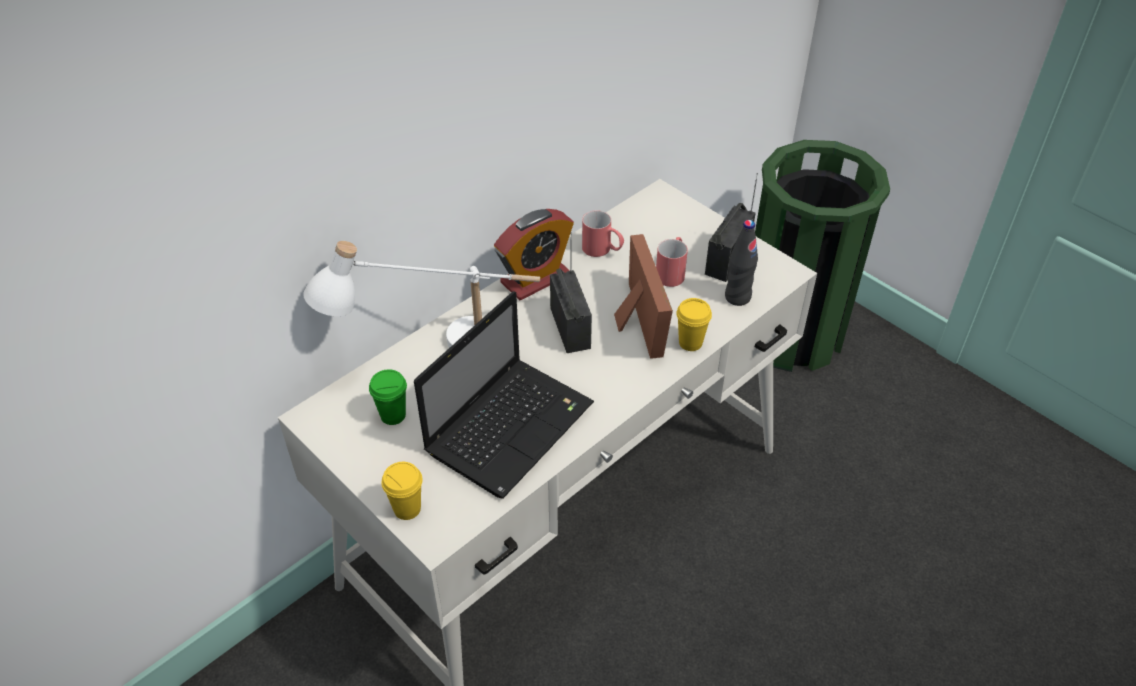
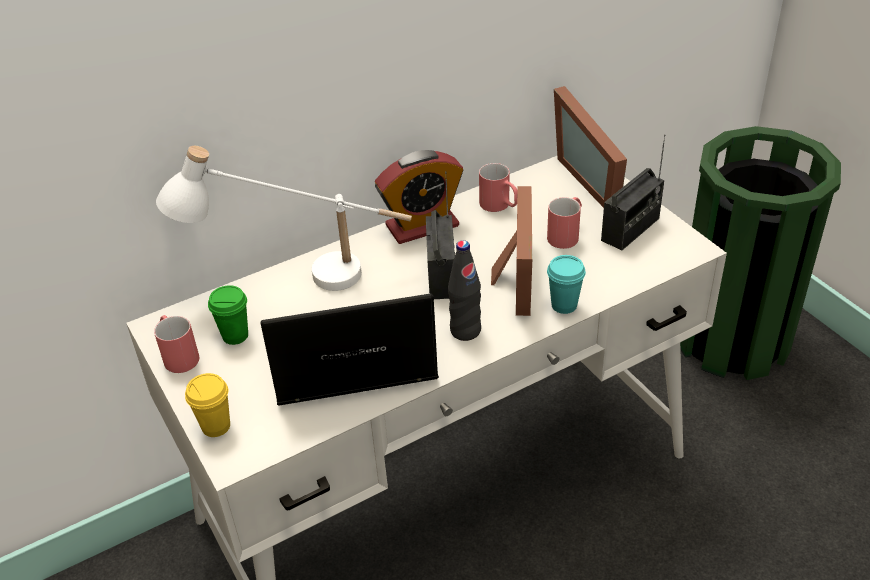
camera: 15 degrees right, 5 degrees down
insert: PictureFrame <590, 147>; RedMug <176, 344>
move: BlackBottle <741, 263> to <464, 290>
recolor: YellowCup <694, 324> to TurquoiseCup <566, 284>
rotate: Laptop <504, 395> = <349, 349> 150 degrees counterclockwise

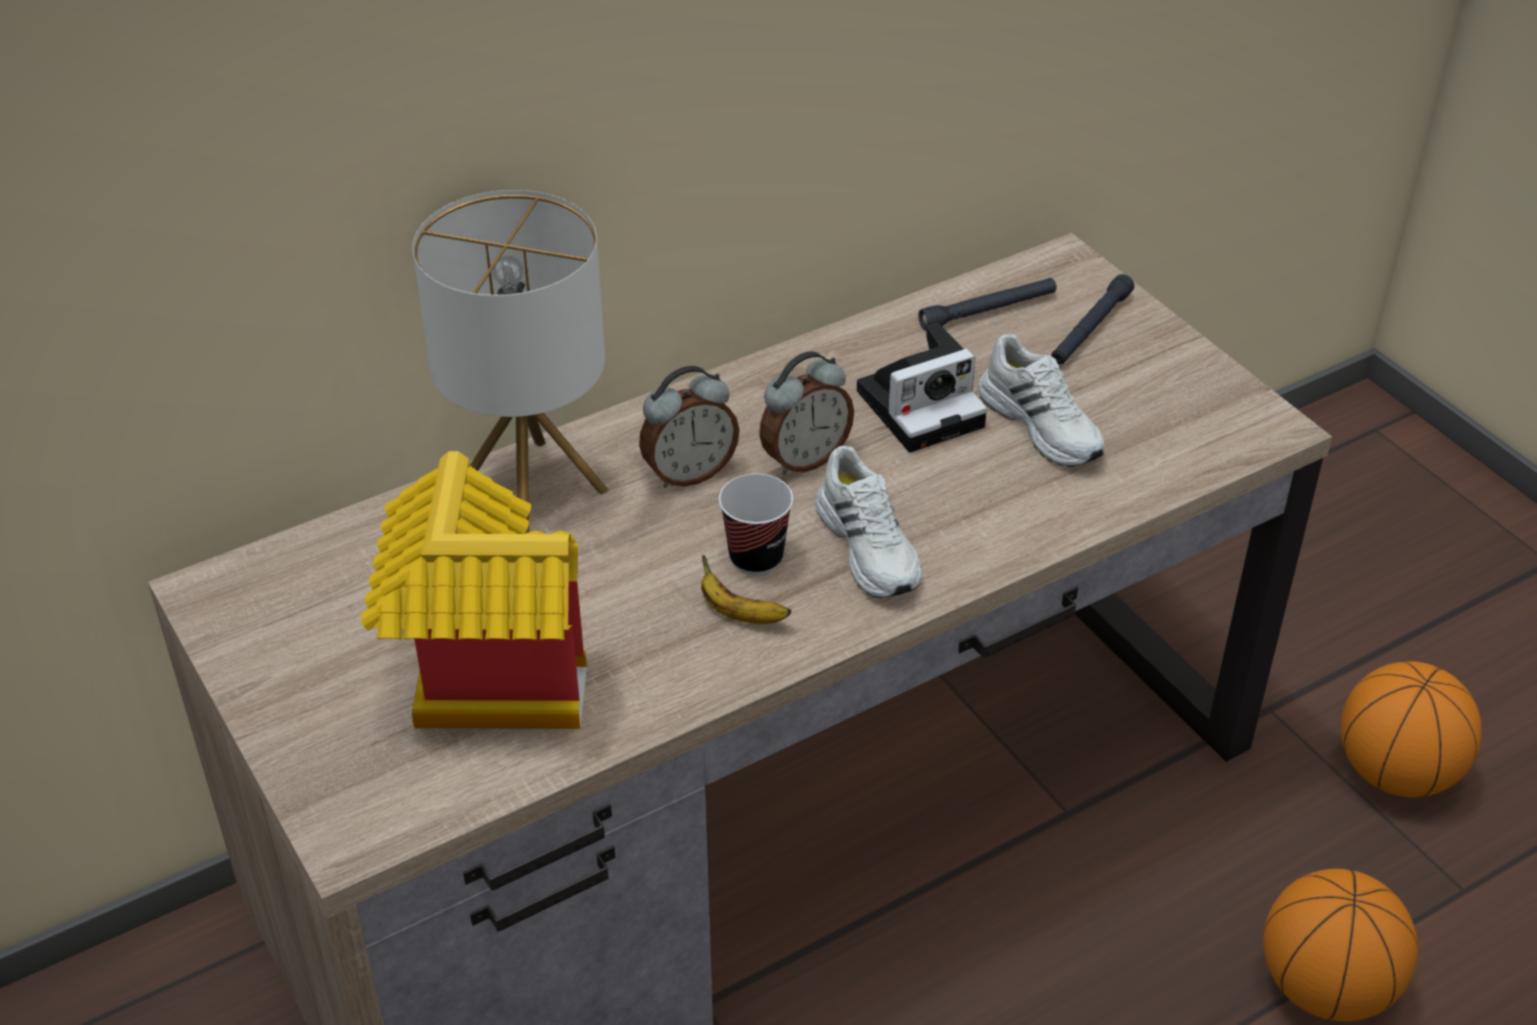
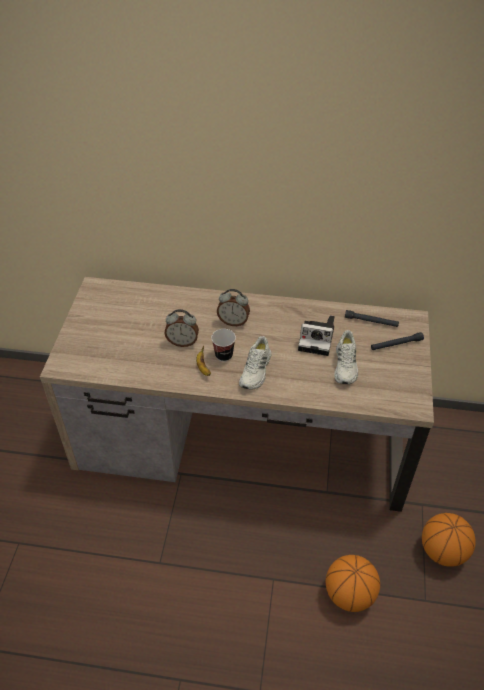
camera: 40 degrees right, 5 degrees up
delete: TableLamp <510, 362>; ToyHouse <474, 590>
move: AlarmClock <806, 413> to <181, 328>

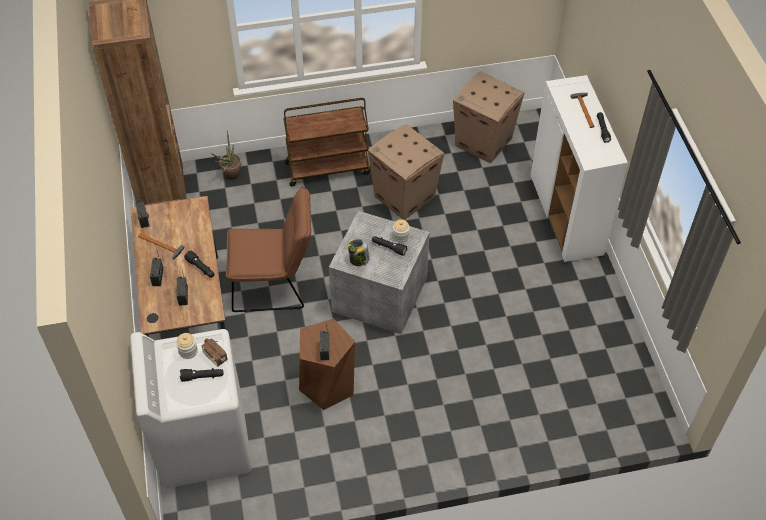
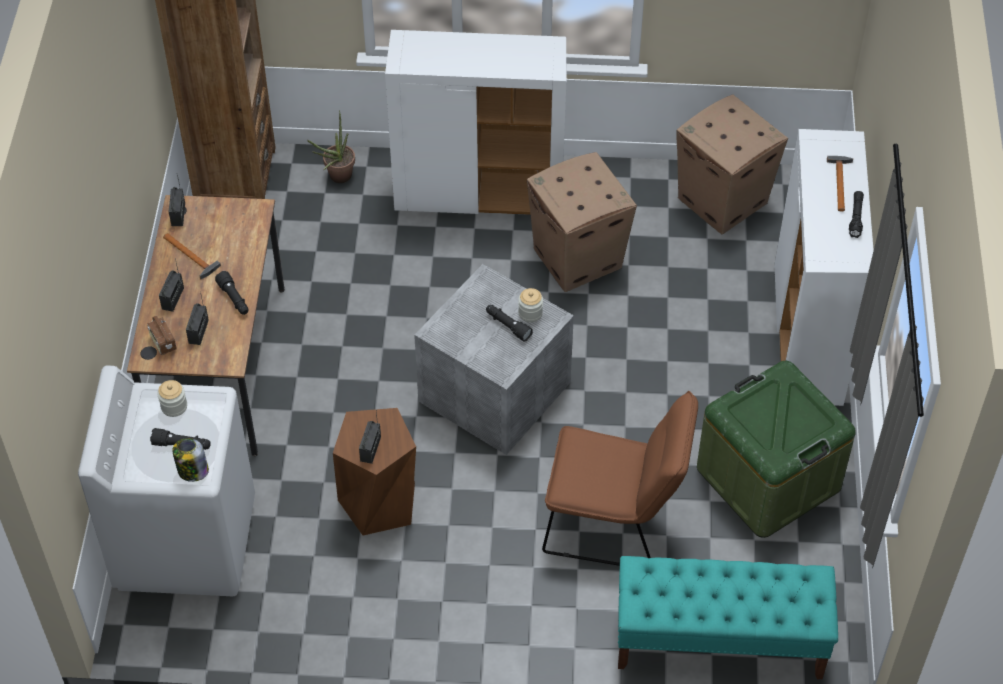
camera: 15 degrees right, 0 degrees up
insert: GreenStorageBox <776, 449>; TurquoiseBench <728, 617>
move: BrownChair <268, 249> to <620, 478>; Jar <358, 252> to <190, 460>; Radio <215, 352> to <162, 335>
replace: BrownCart <326, 142> to WhiteCabinet <476, 122>

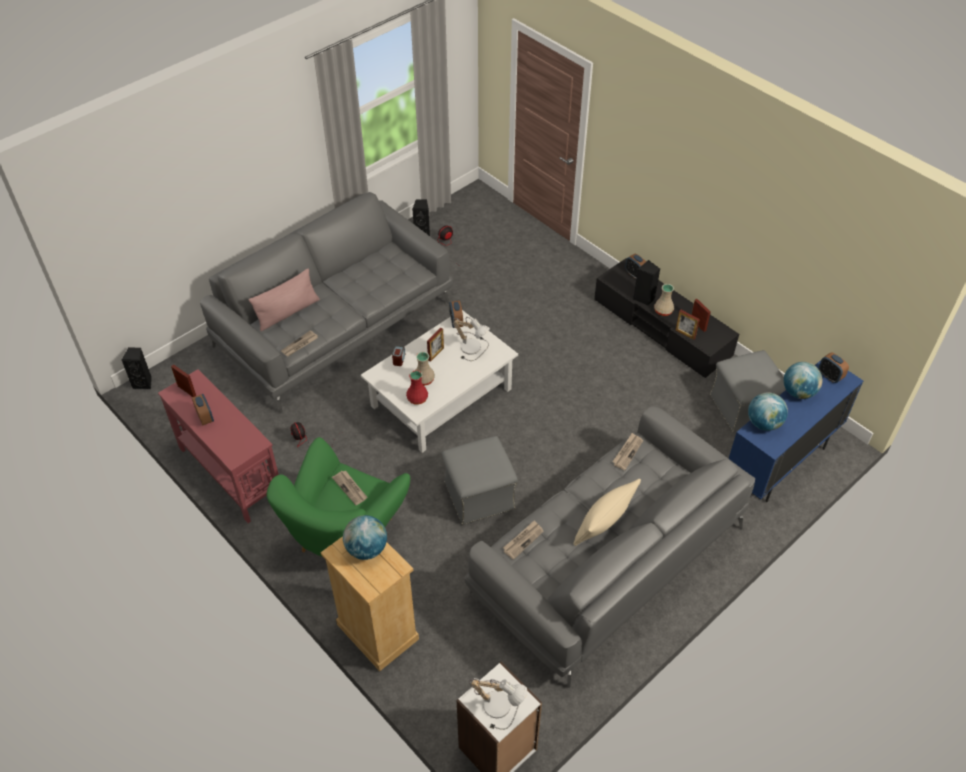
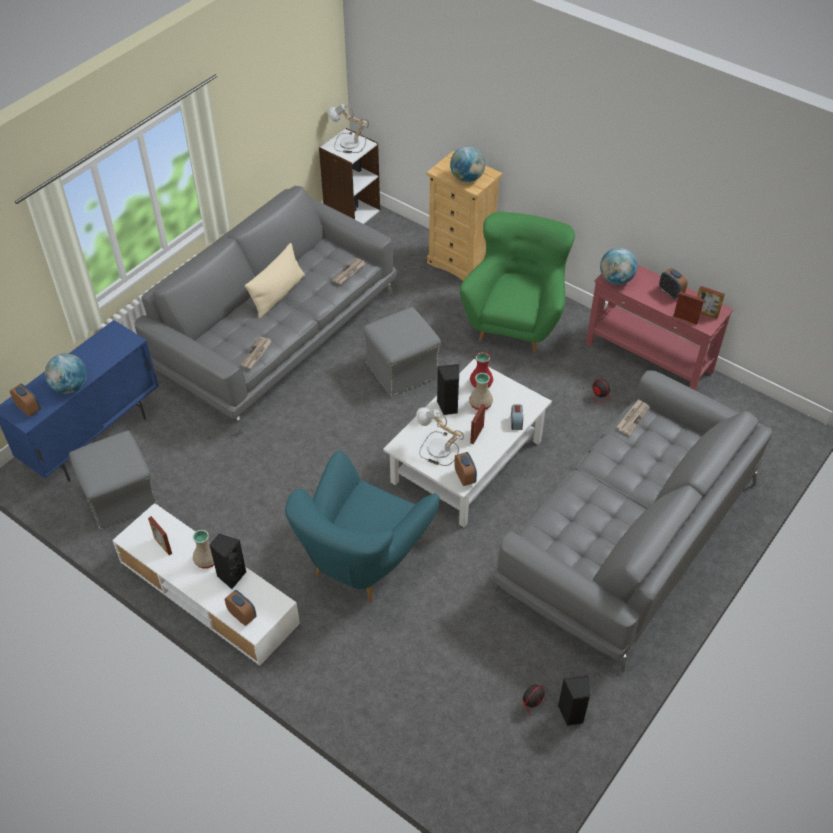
camera: 170 degrees right, 0 degrees up
delete: PinkPillow <284, 300>; Newspaper <350, 488>
insert: TurquoiseArmchair <362, 526>
move: PictureFrame <688, 325> to <688, 308>; BlackSpeaker <137, 368> to <448, 389>; Globe <768, 411> to <618, 266>
recolor: BlackTvStand <666, 318> to WhiteTvStand <206, 584>

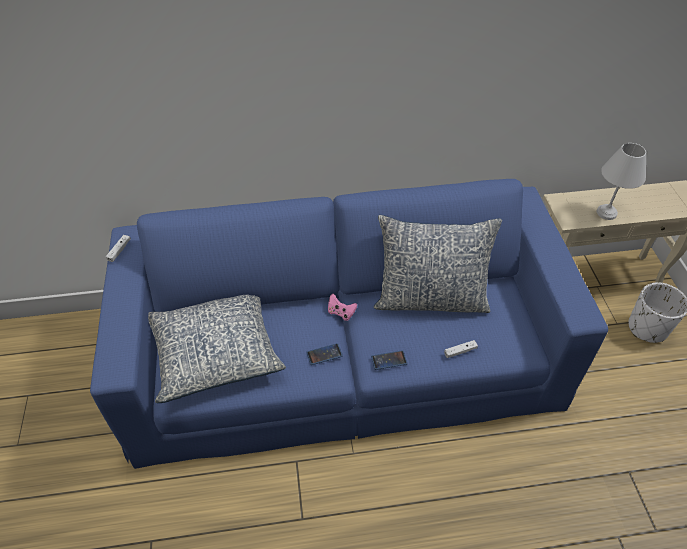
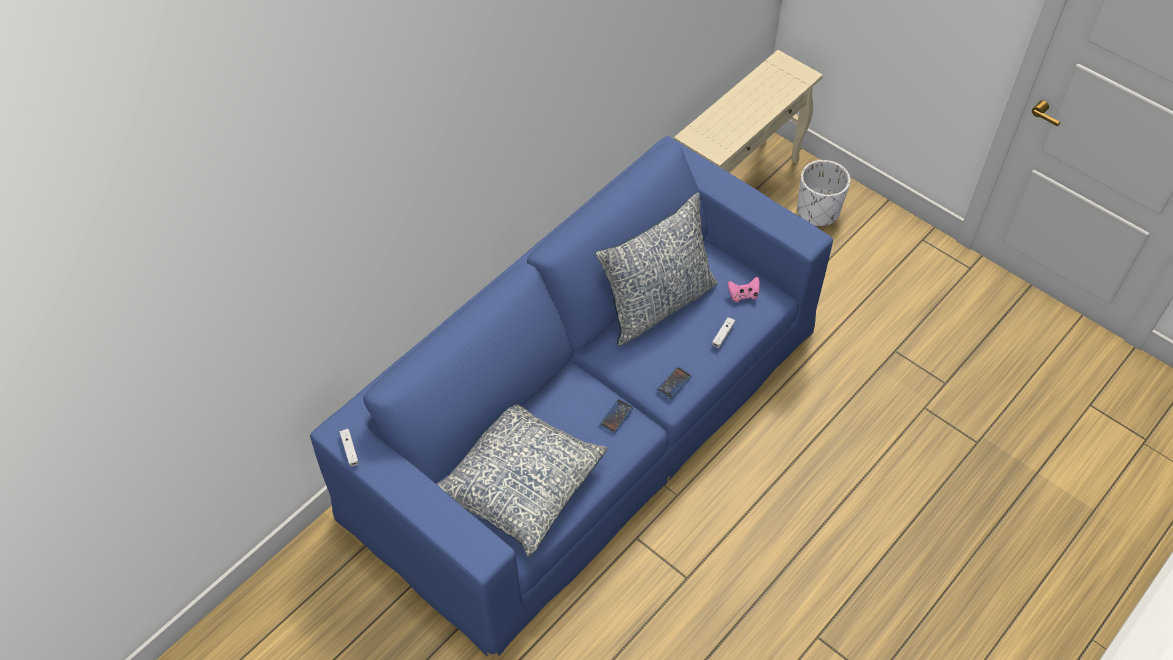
camera: 40 degrees left, 5 degrees up
delete: WhiteTableLamp <621, 181>
move: PinkGameController <342, 307> to <744, 289>

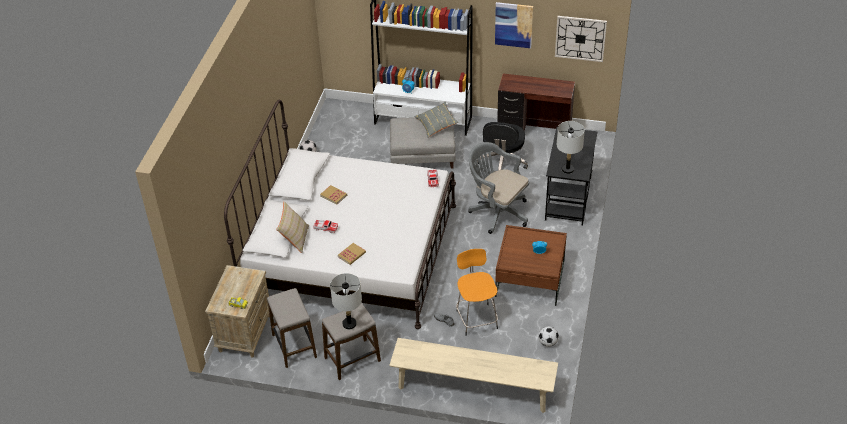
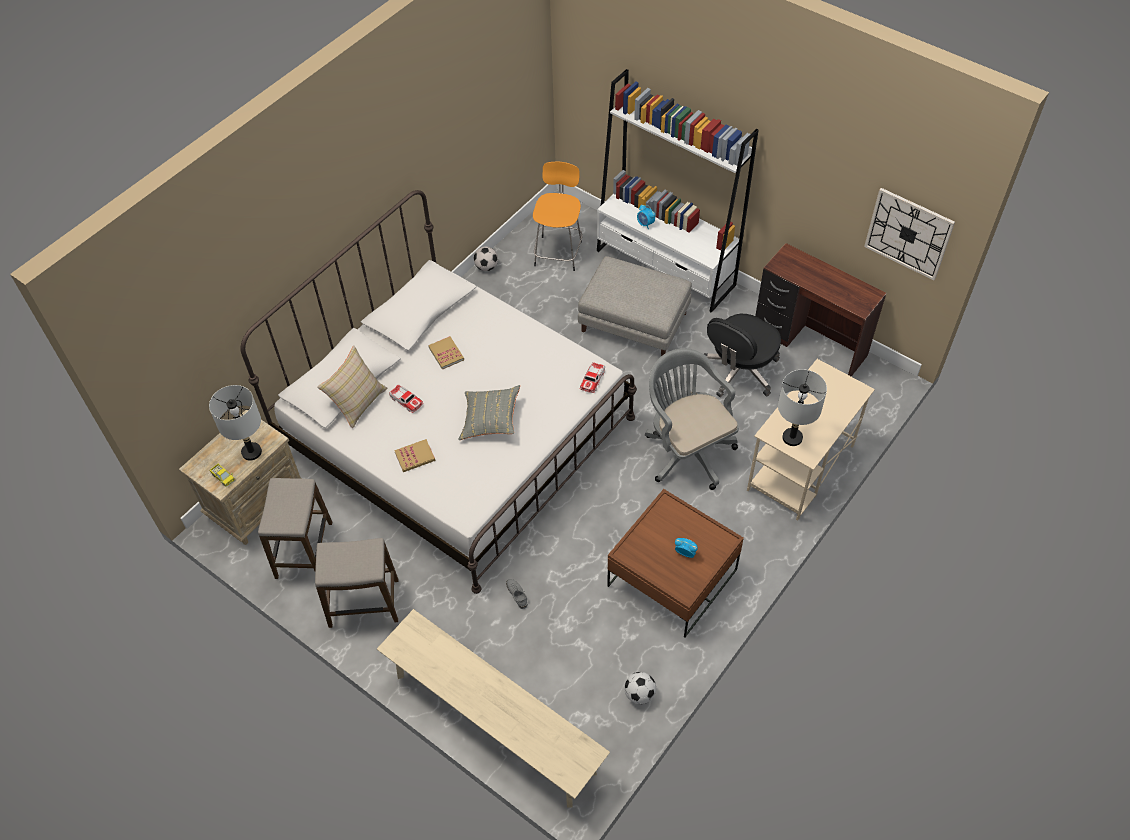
camera: 25 degrees right, 10 degrees up
delete: Picture <514, 25>
move: GreyPillow <436, 119> to <489, 412>; OrangeStool <477, 292> to <558, 216>; GreyTableLamp <346, 301> to <235, 423>
recolor: BlackDesk <571, 176> to BeigeDesk <811, 440>

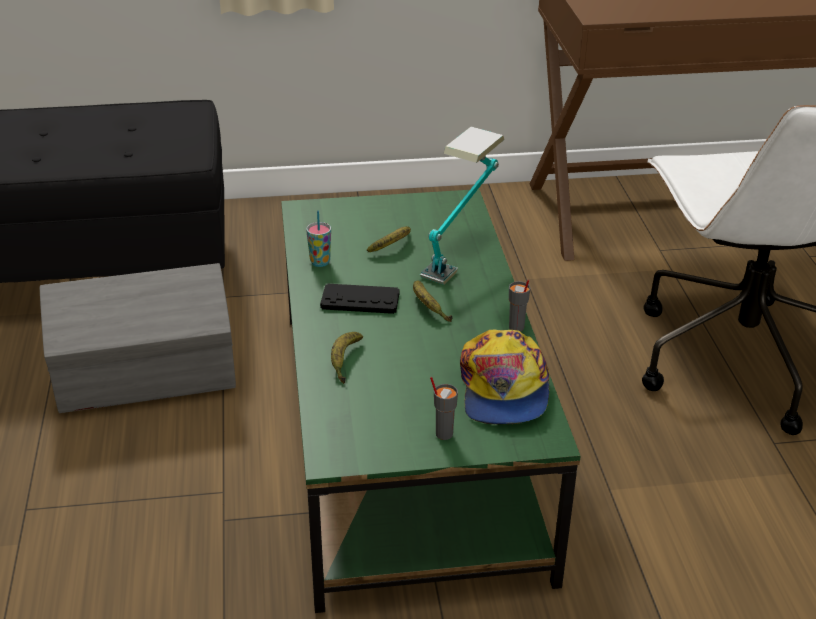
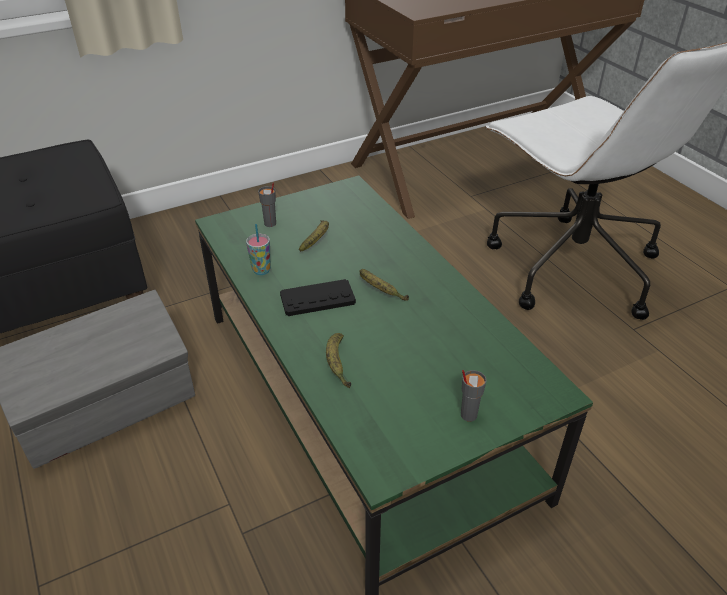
camera: 20 degrees left, 5 degrees up
delete: TableLamp <462, 206>; Cap <504, 377>
move: GreyCup <519, 306> to <267, 205>

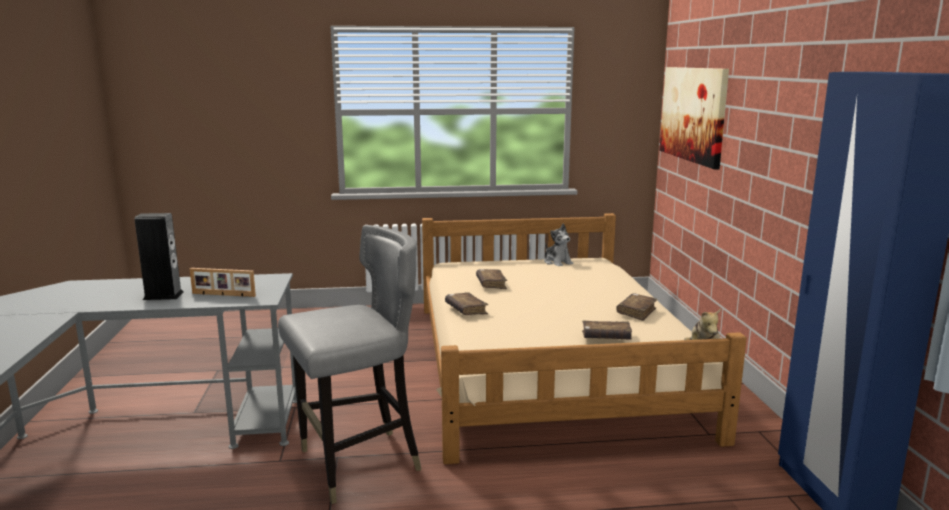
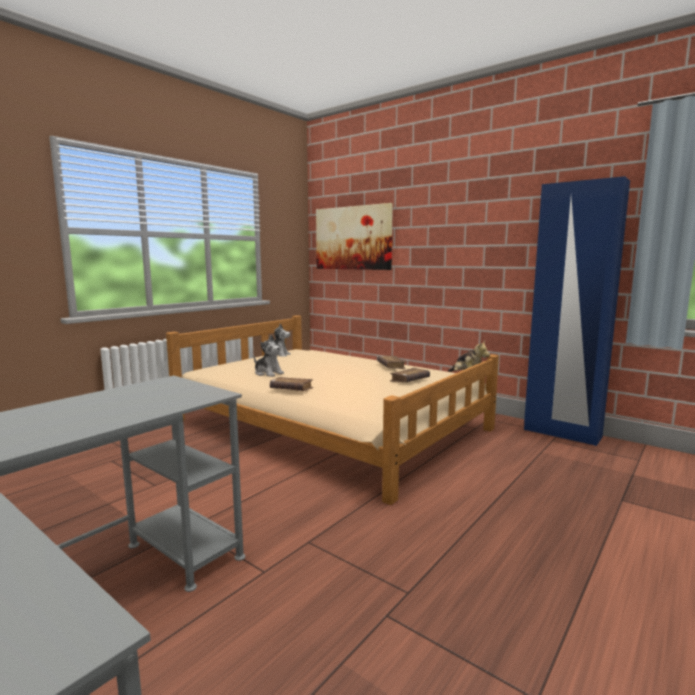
camera: 45 degrees left, 5 degrees down
delete: Speaker <159, 256>; GreyChair <349, 364>; PictureFrame <222, 282>
replace: BrownBook <492, 279> to PlushToy <269, 356>

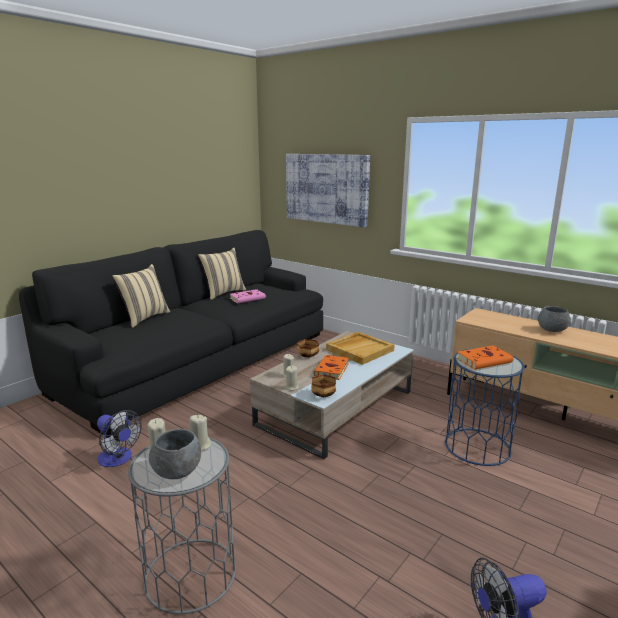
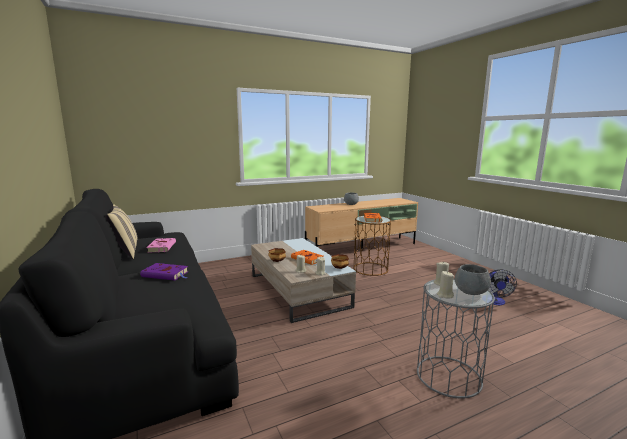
camera: 65 degrees left, 5 degrees down
delete: Picture <328, 190>; BeigePillow <141, 296>; BeigeTray <360, 348>; Fan <119, 438>
insert: PurpleBook <164, 271>
recolor: BlueSideTable <485, 407> to BrownSideTable <372, 246>

